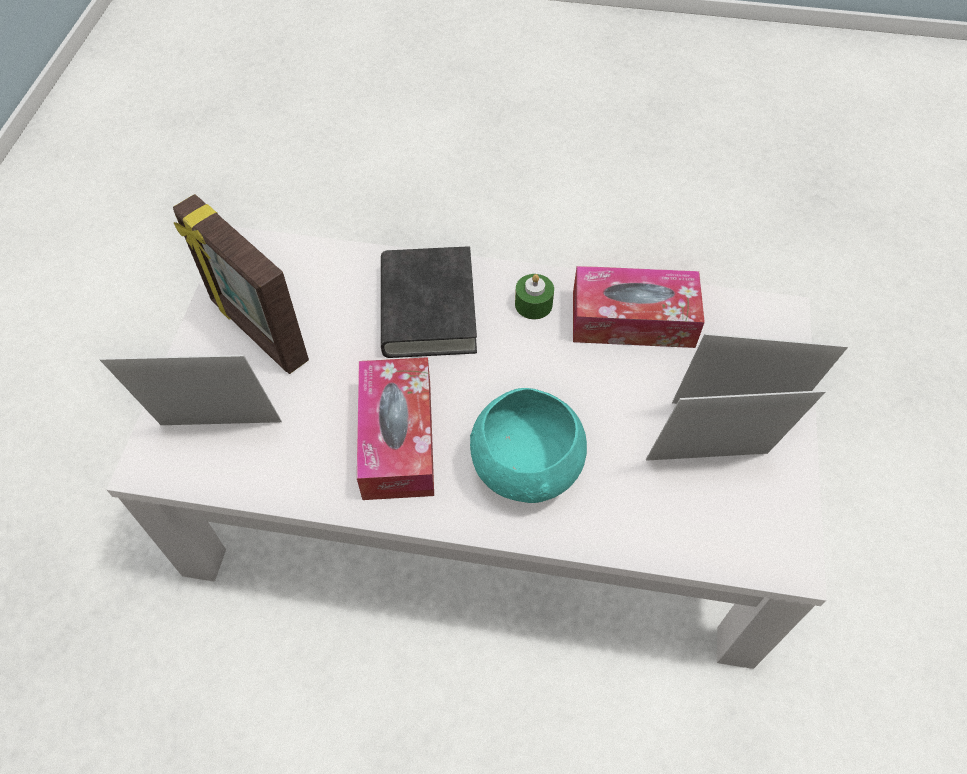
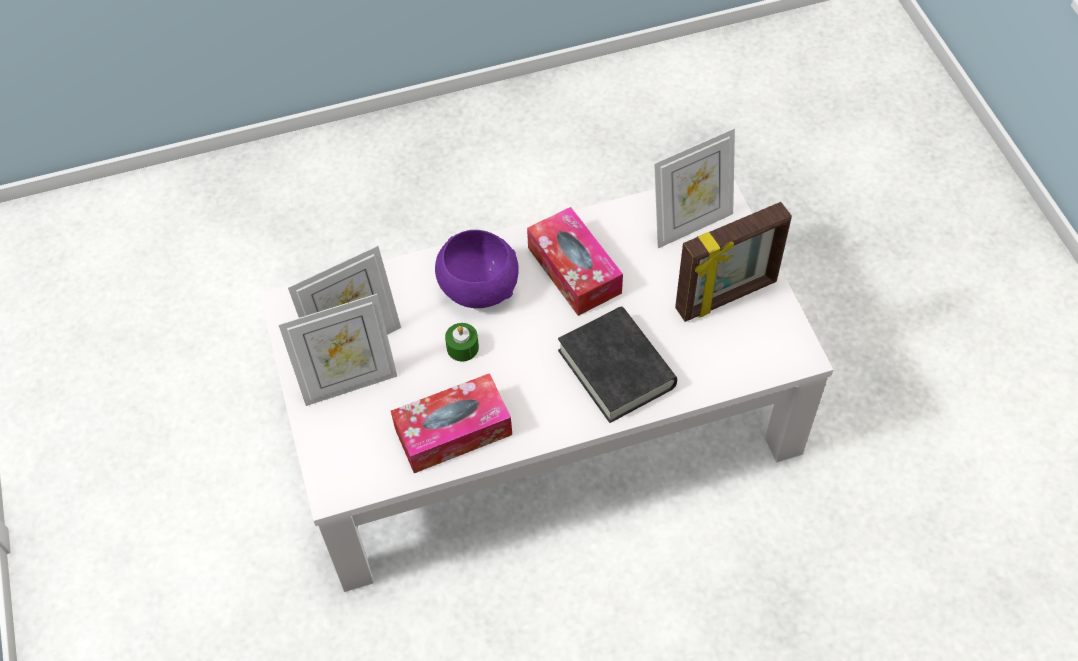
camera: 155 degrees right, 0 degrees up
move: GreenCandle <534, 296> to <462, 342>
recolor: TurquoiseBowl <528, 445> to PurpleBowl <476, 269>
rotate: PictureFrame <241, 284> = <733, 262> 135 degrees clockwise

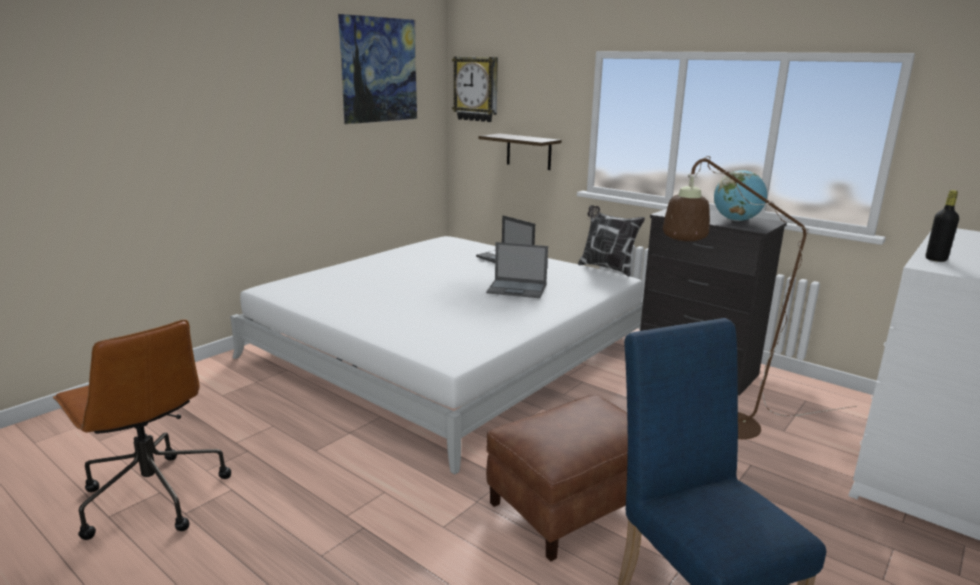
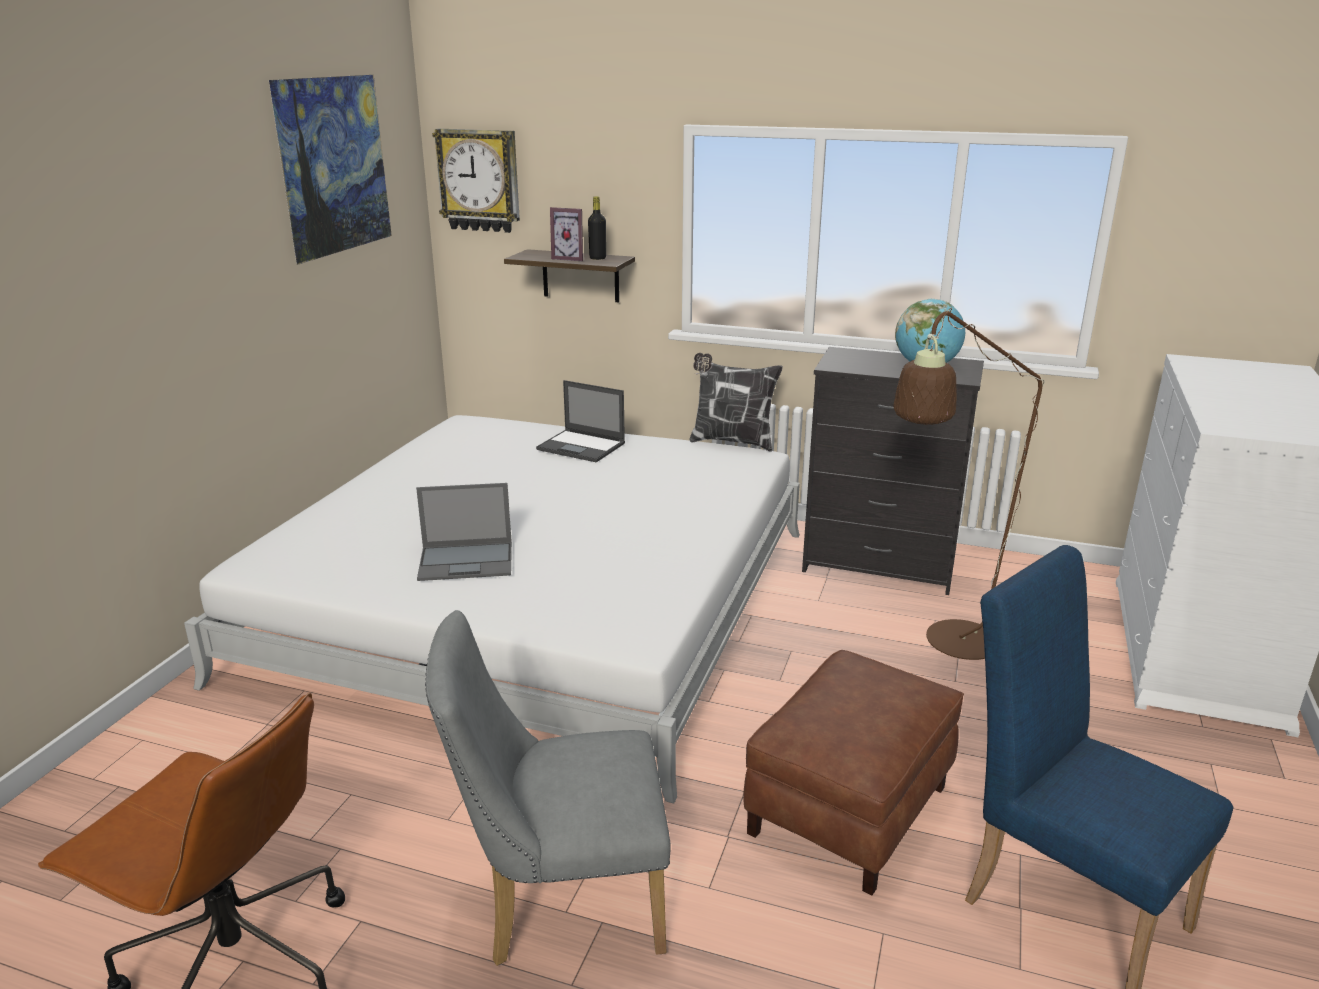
camera: 20 degrees left, 5 degrees up
insert: PictureFrame <566, 234>; GreyChair <548, 788>
move: BlackBottle <942, 226> to <597, 228>; Laptop <517, 270> to <464, 532>

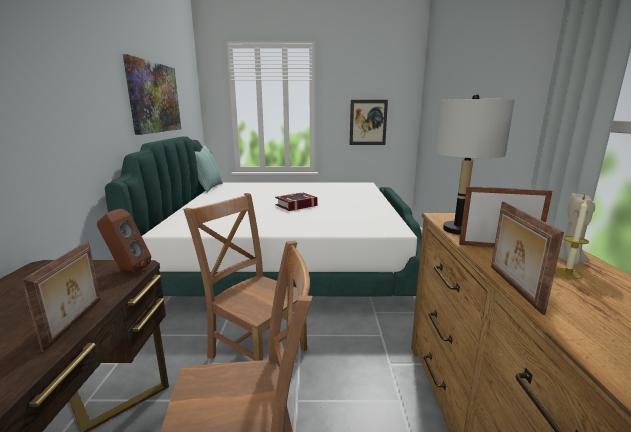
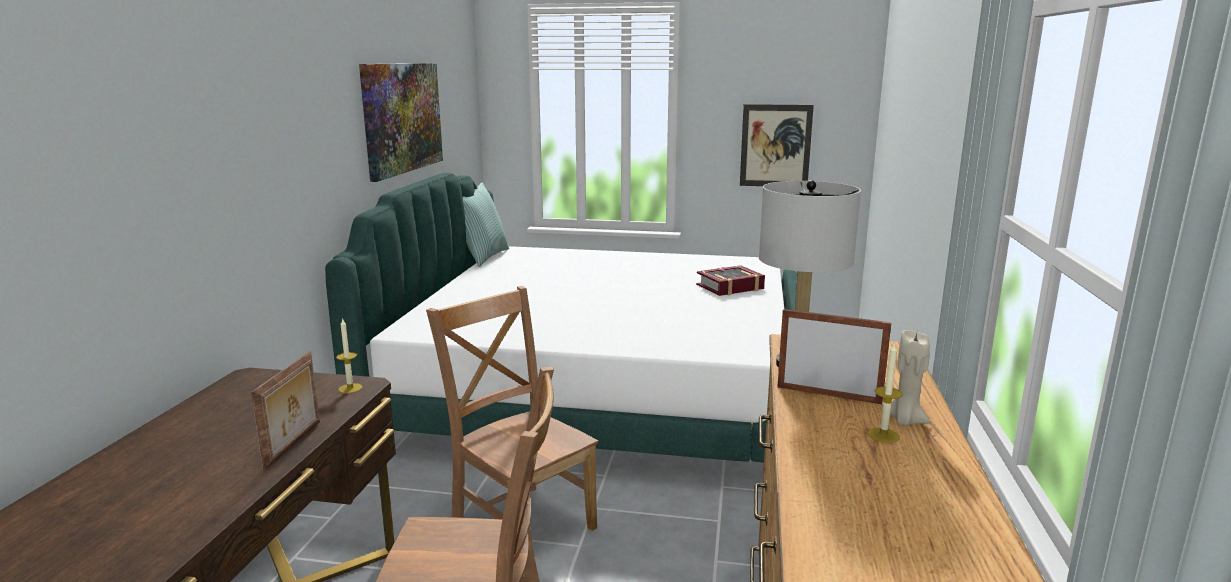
camera: 10 degrees right, 0 degrees up
delete: PictureFrame <527, 258>
move: Book <296, 201> to <730, 280>
replace: BrownSpeaker <124, 240> to Candle <349, 356>

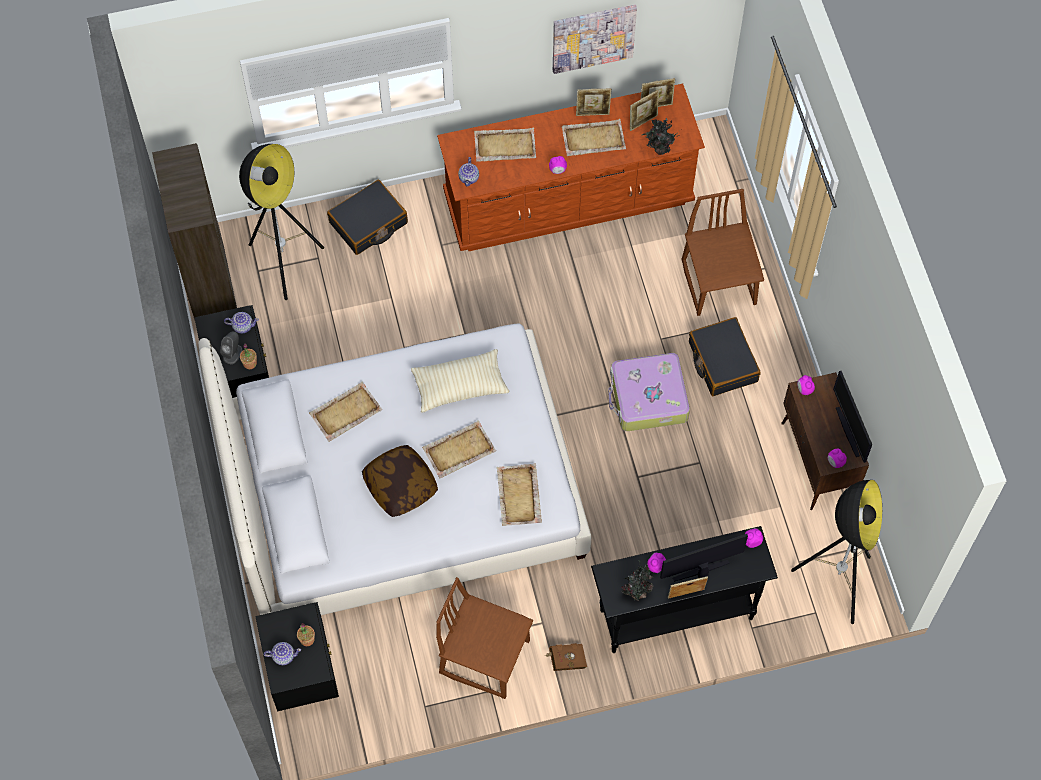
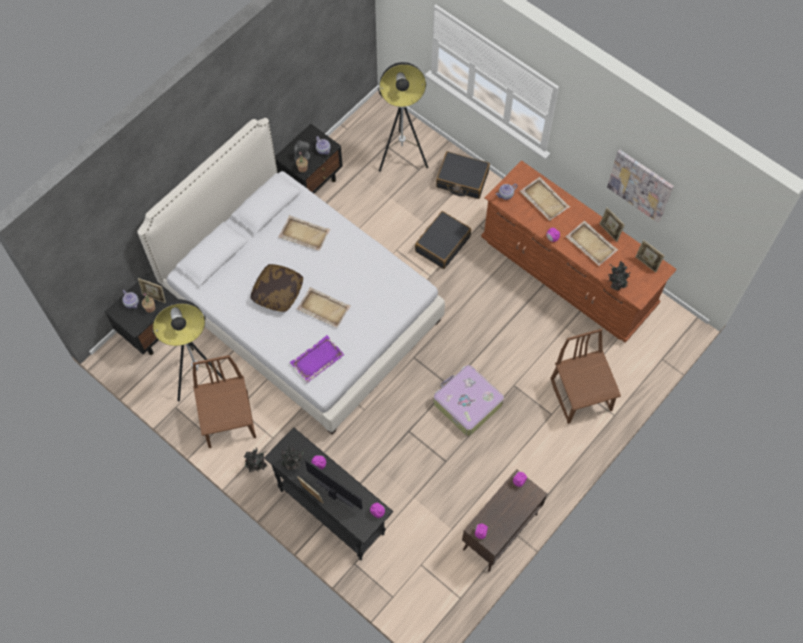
camera: 55 degrees right, 0 degrees up
delete: BrownBookcase <194, 231>; BeigePillow <460, 381>; Monitor <852, 417>
move: PictureFrame <644, 110> to <152, 290>; BlackSuitcase <725, 356> to <443, 240>; FloorLamp <836, 552> to <187, 350>
replace: BrownBook <566, 657> to PottedPlant <255, 460>
recolor: BeigeTray <519, 495> to PurpleTray <317, 359>
rotate: BrownChair <723, 252> = <585, 376> 60 degrees counterclockwise

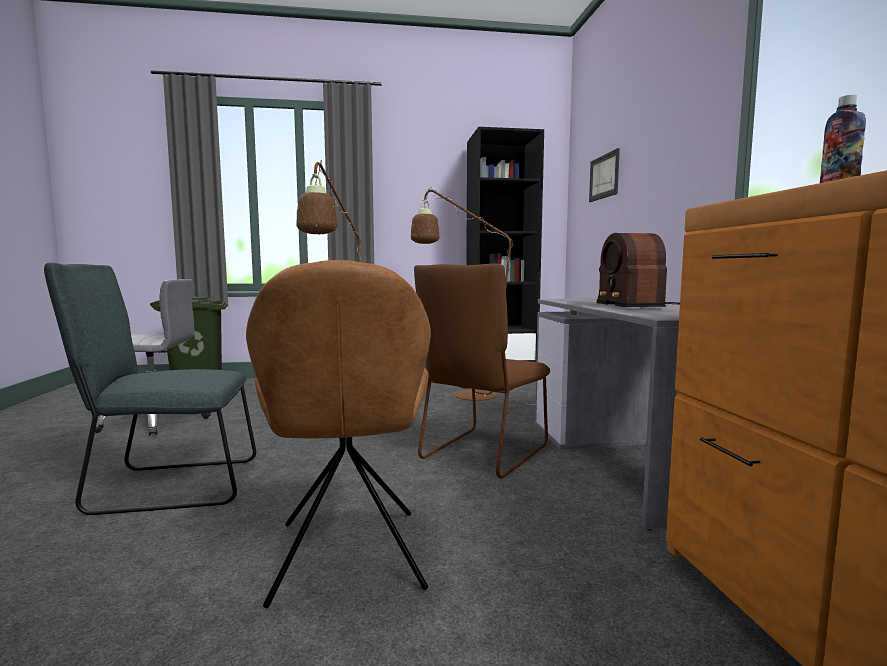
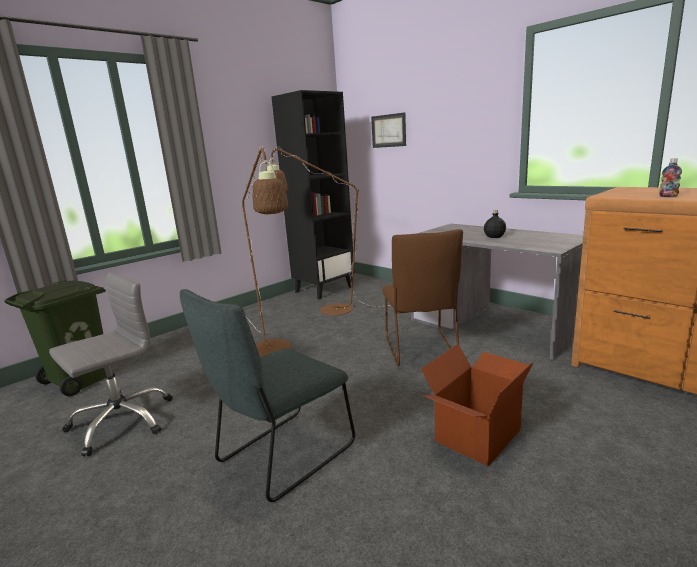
camera: 35 degrees left, 10 degrees up
replace: Radio <637, 270> to BlackBottle <495, 224>; BrownChair <338, 434> to CardboardBox <477, 405>

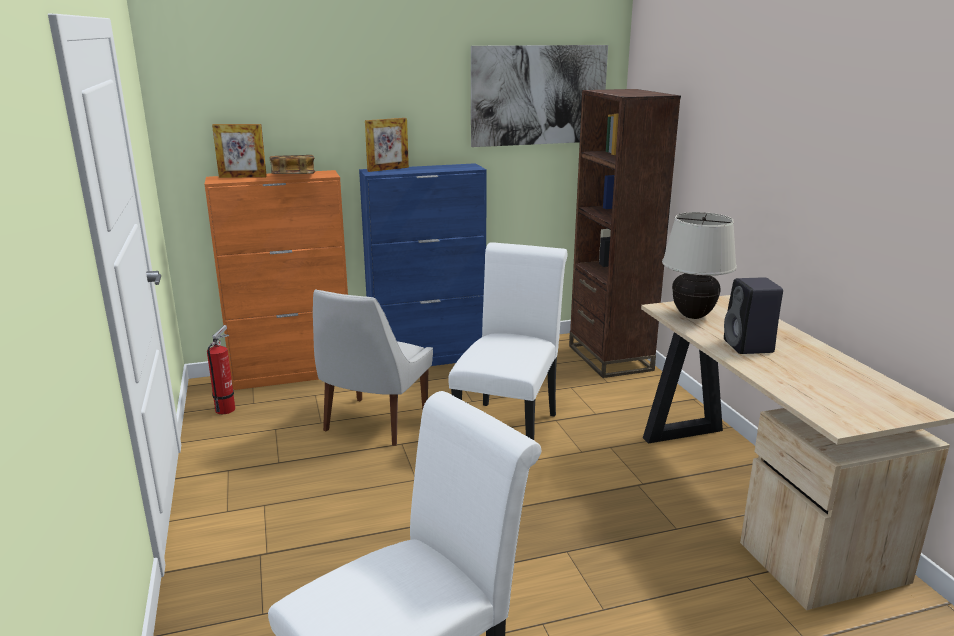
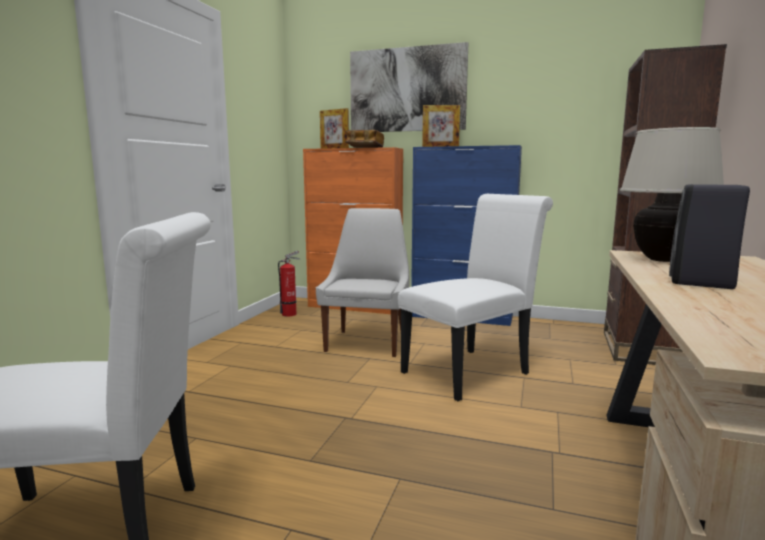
camera: 35 degrees right, 10 degrees down
move: Picture <539, 96> to <409, 87>
rotate: WhiteChair <373, 368> = <362, 282> 135 degrees clockwise

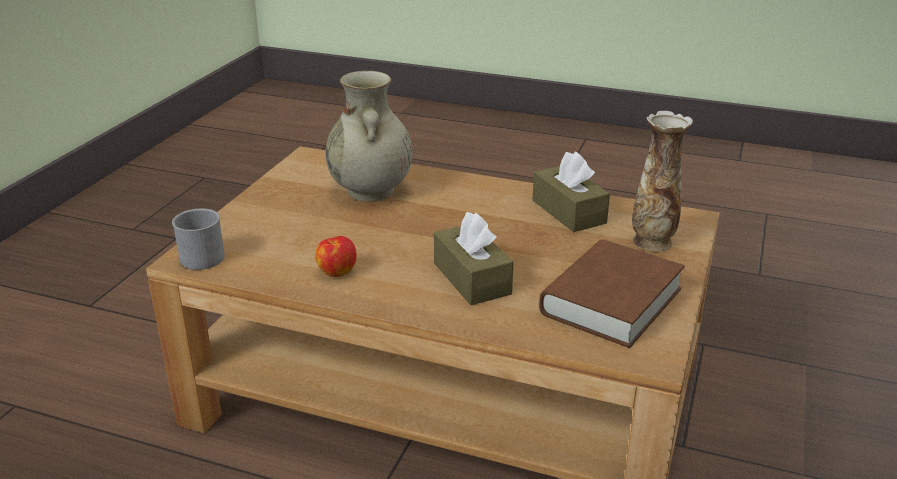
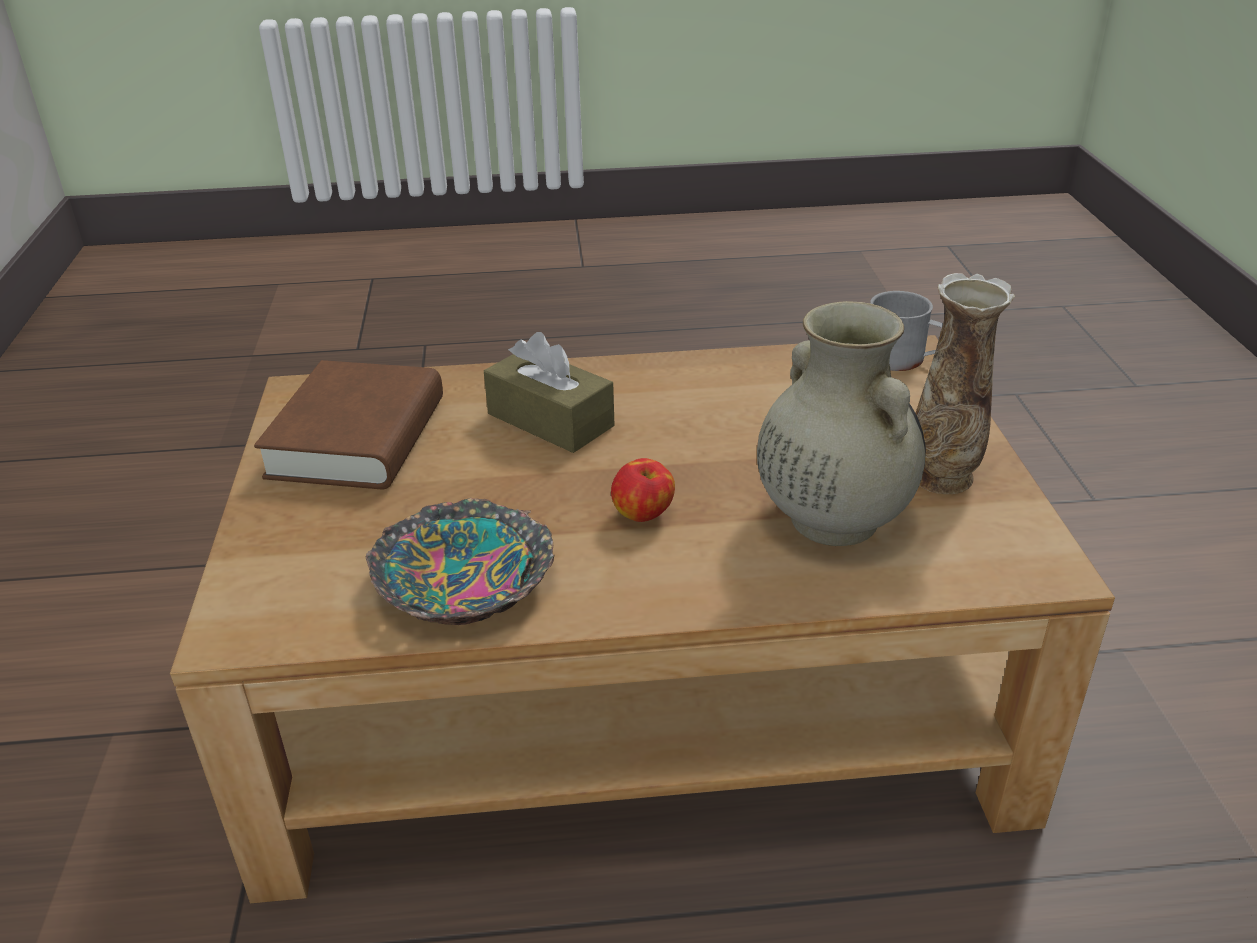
camera: 155 degrees right, 5 degrees up
move: Vase <662, 181> to <965, 383>; Apple <336, 256> to <643, 490>
replace: BrownTissueBox <571, 192> to Bowl <460, 561>

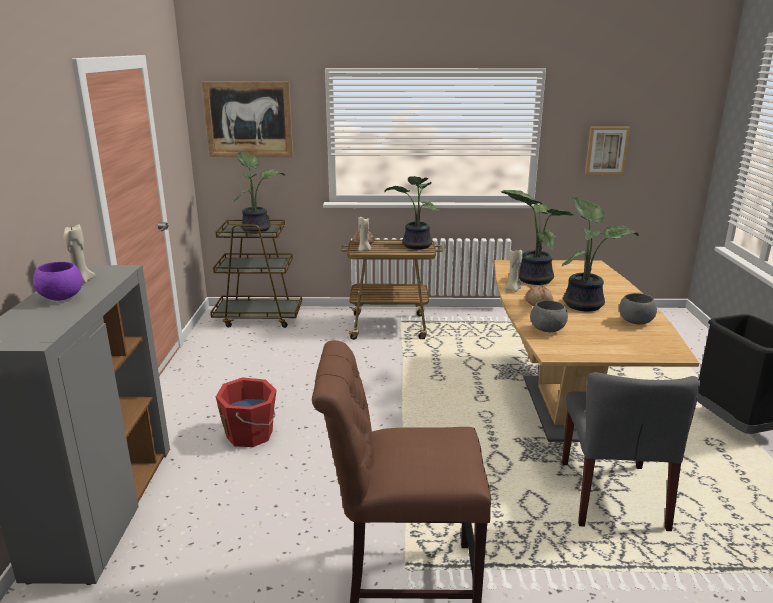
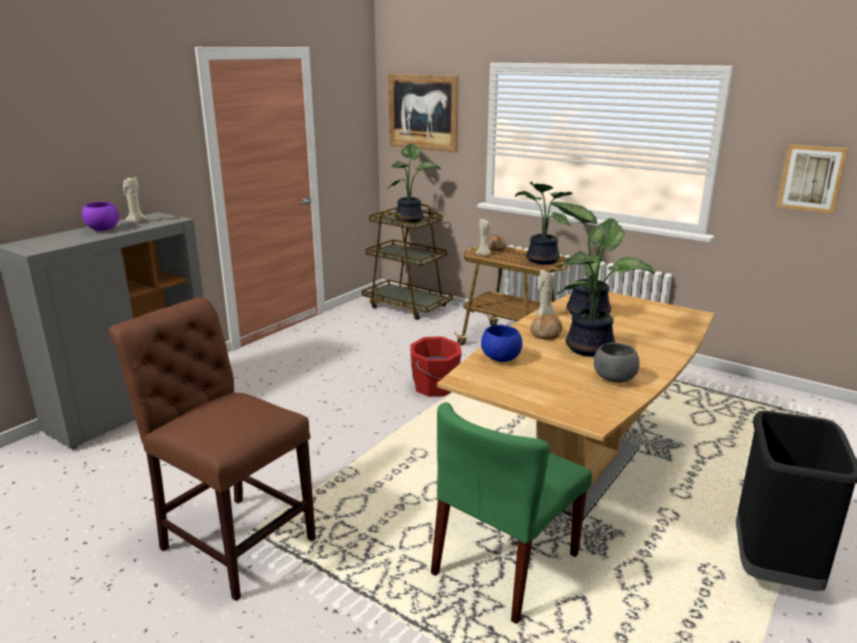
camera: 35 degrees right, 0 degrees up
move: RedBucket <246, 412> to <436, 366>
recolor: GreyBowl <549, 316> to BlueBowl <501, 343>; GreyChair <631, 451> to GreenChair <511, 513>

